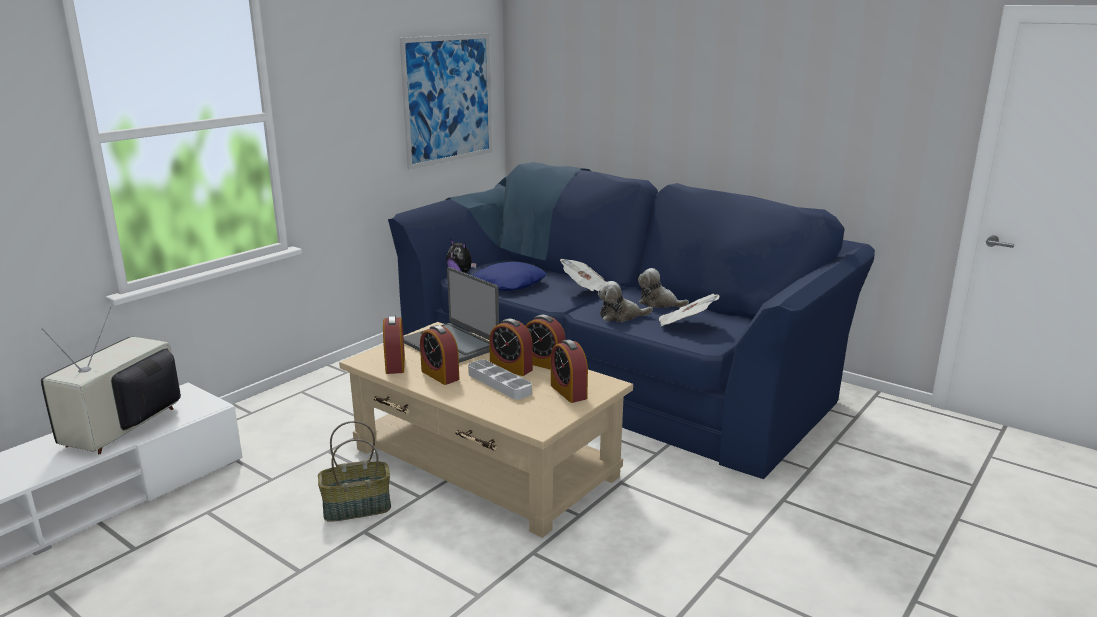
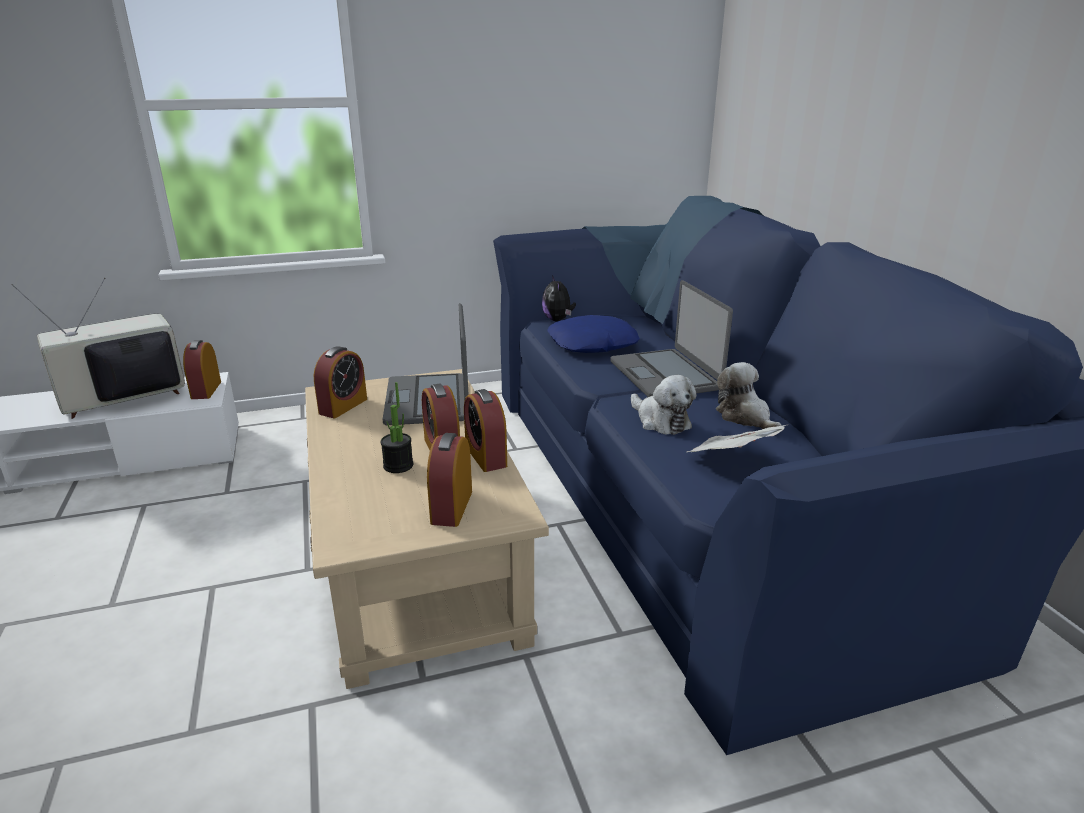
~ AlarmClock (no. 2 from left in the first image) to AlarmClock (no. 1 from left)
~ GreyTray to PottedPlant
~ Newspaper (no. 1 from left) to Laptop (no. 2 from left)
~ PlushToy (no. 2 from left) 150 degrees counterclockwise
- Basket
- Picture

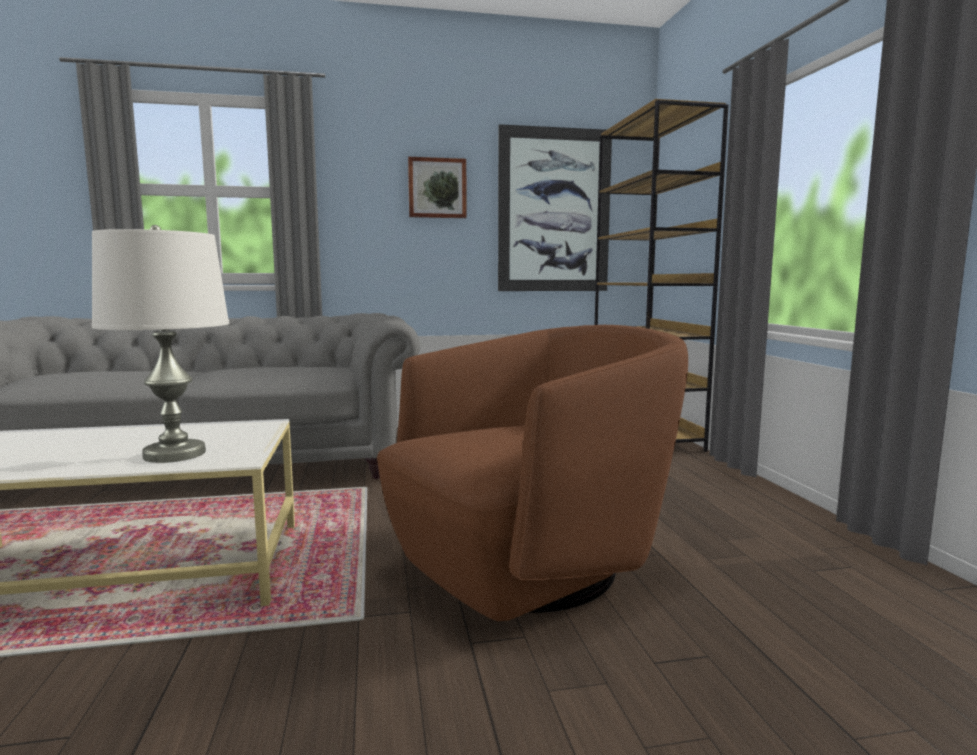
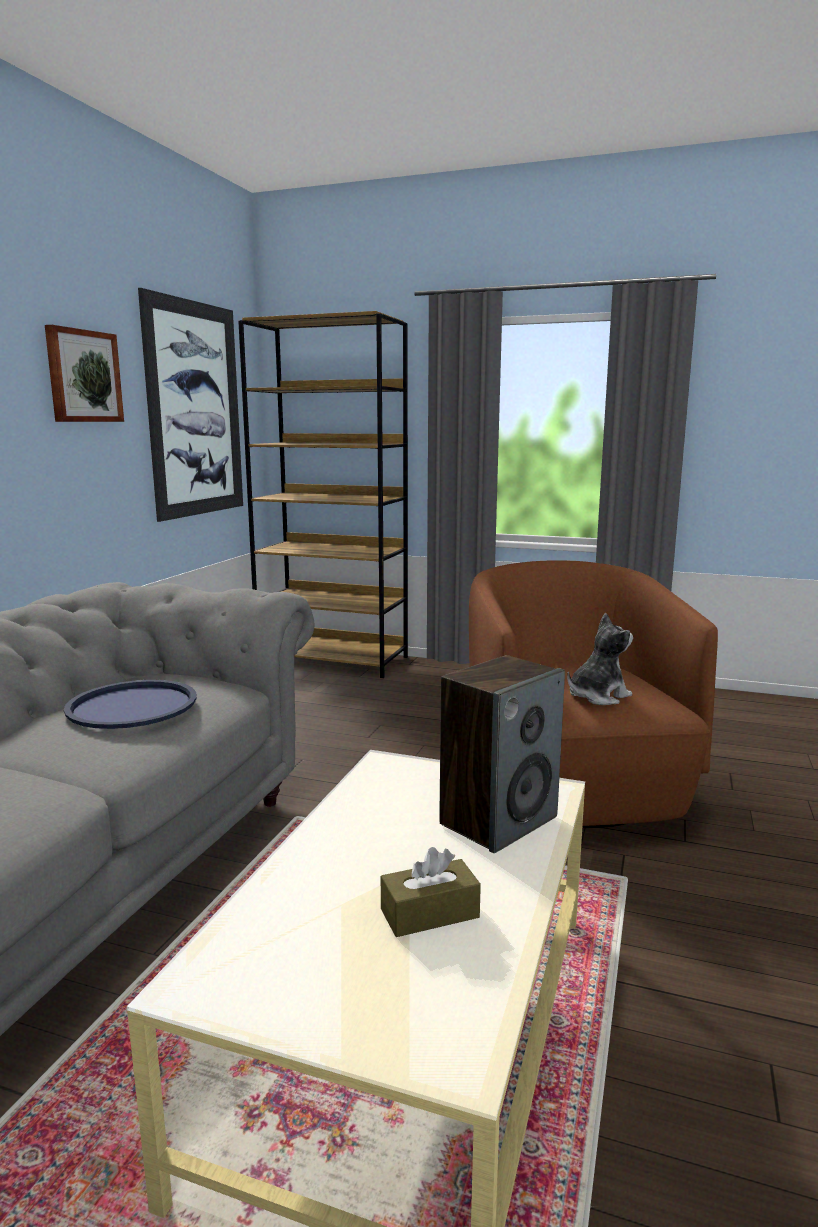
+ BlueTray
+ BrownTissueBox
~ WhiteTableLamp to Speaker
+ PlushToy

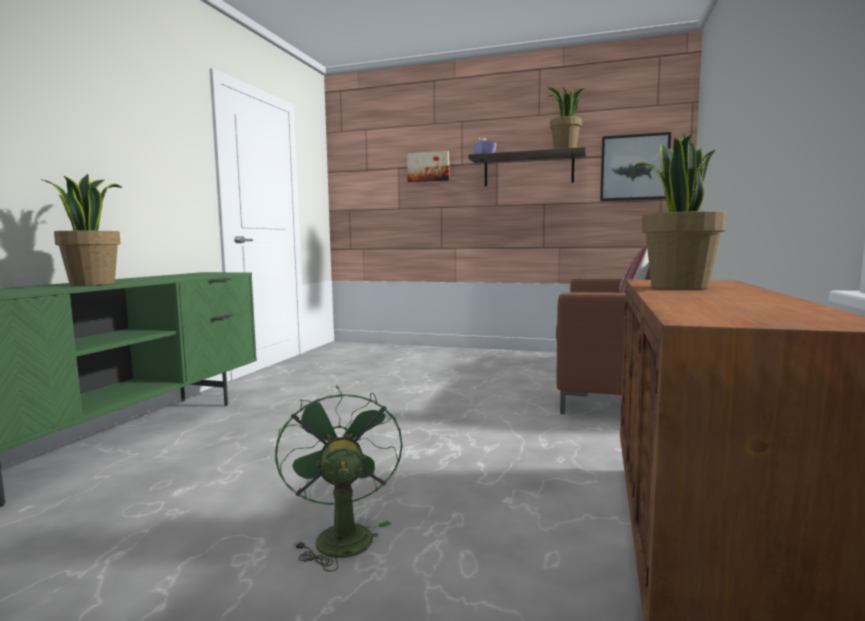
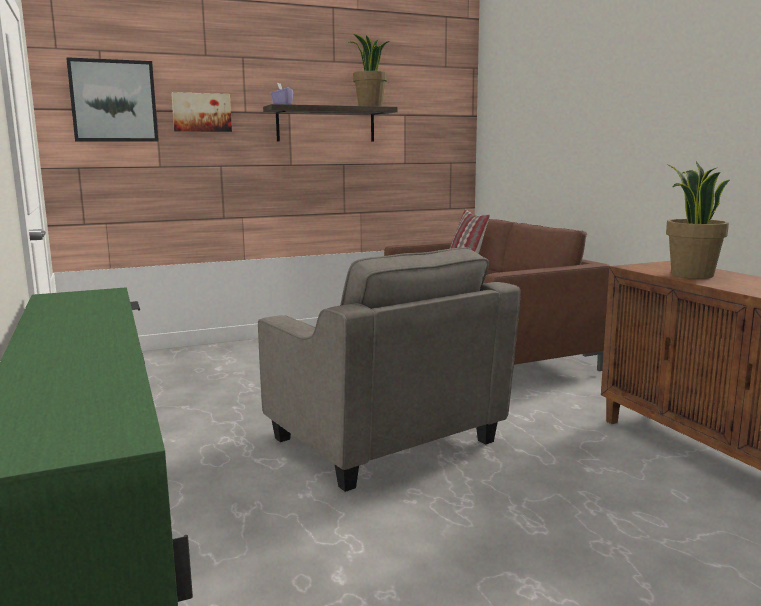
~ Picture (no. 2 from left in the first image) to Picture (no. 1 from left)
+ GreyArmchair
- PottedPlant (no. 1 from left)
- GreenFan

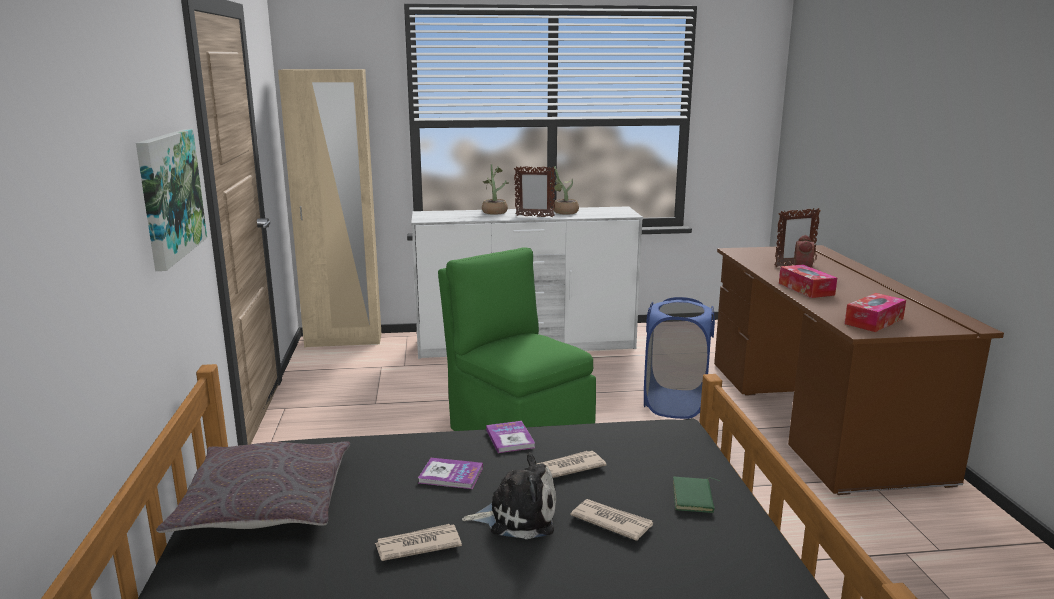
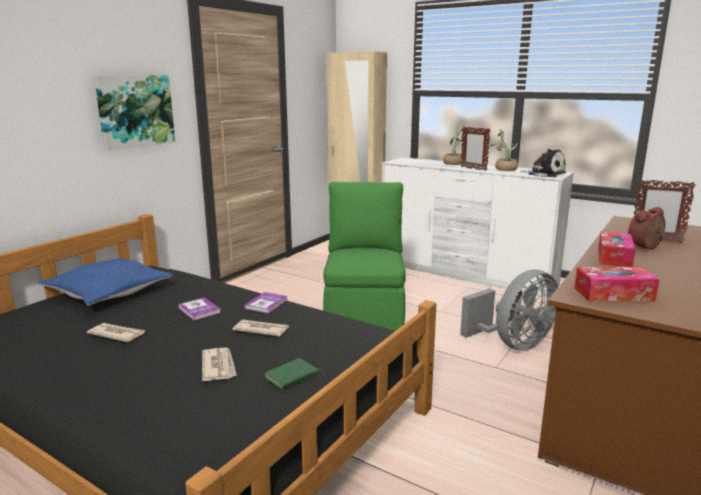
~ GreyPillow to BluePillow
~ BlueLaundryBasket to GreyFan
~ PlushToy

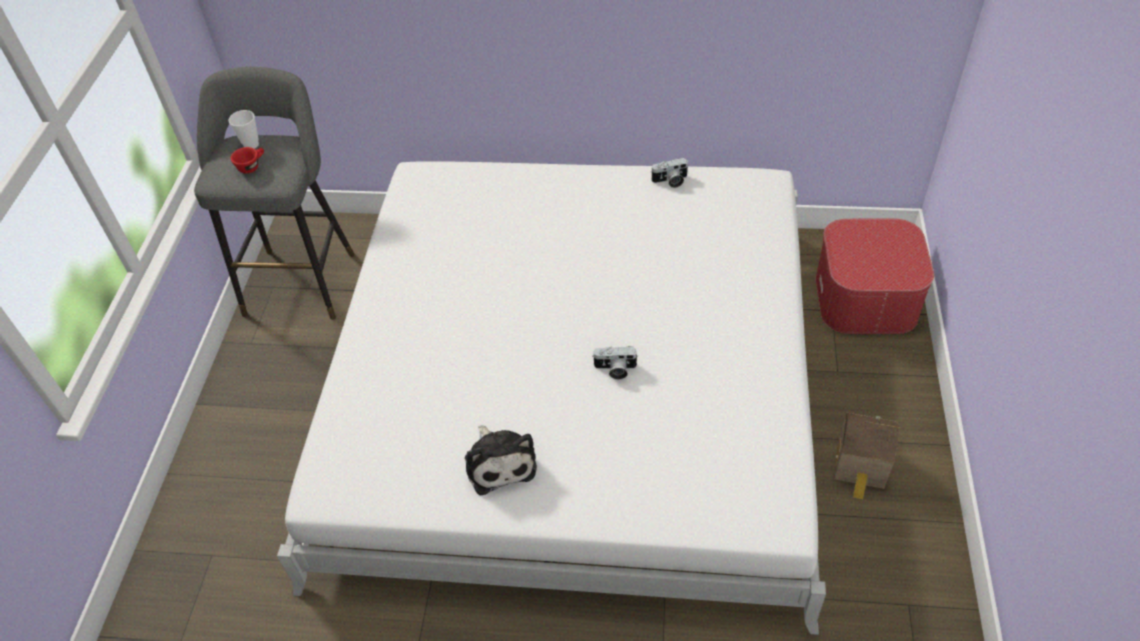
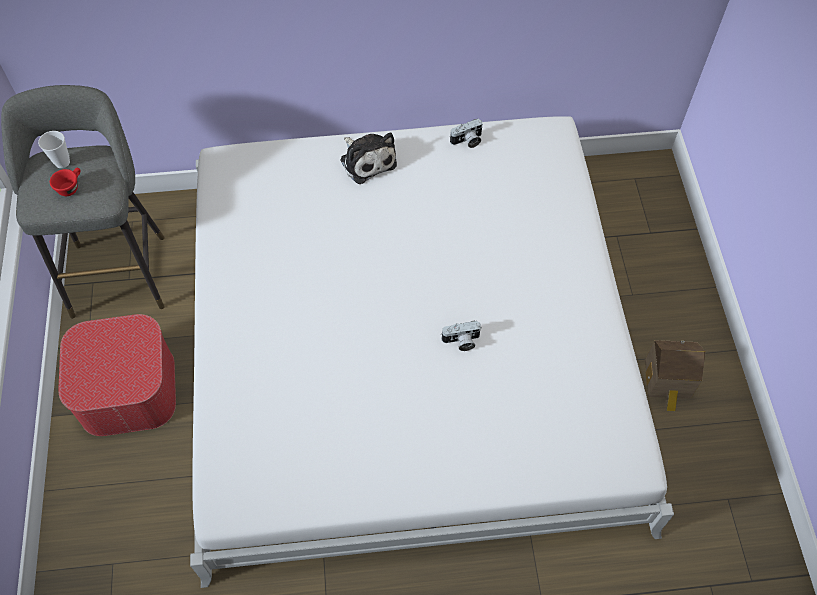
~ Ottoman
~ PlushToy

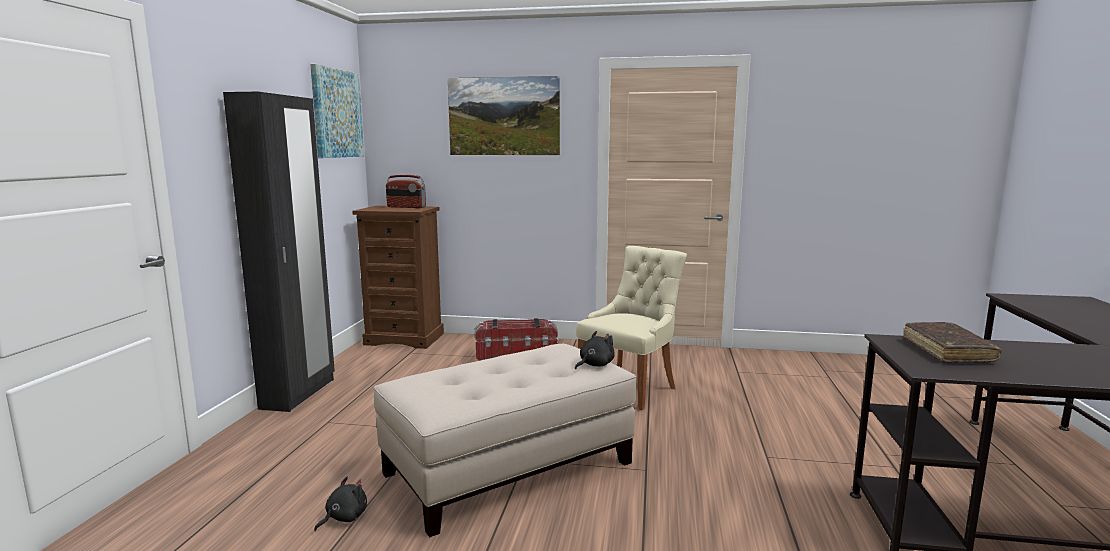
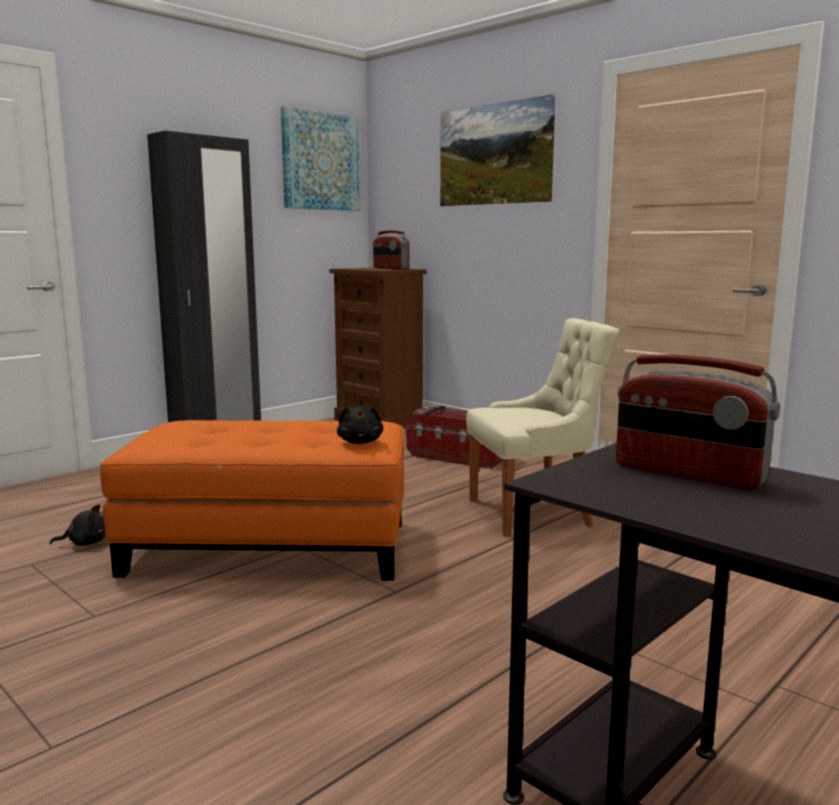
~ BeigeOttoman to OrangeOttoman
~ BlackPlushToy (no. 2 from left) 90 degrees clockwise
~ BrownBook to Radio (no. 2 from left)

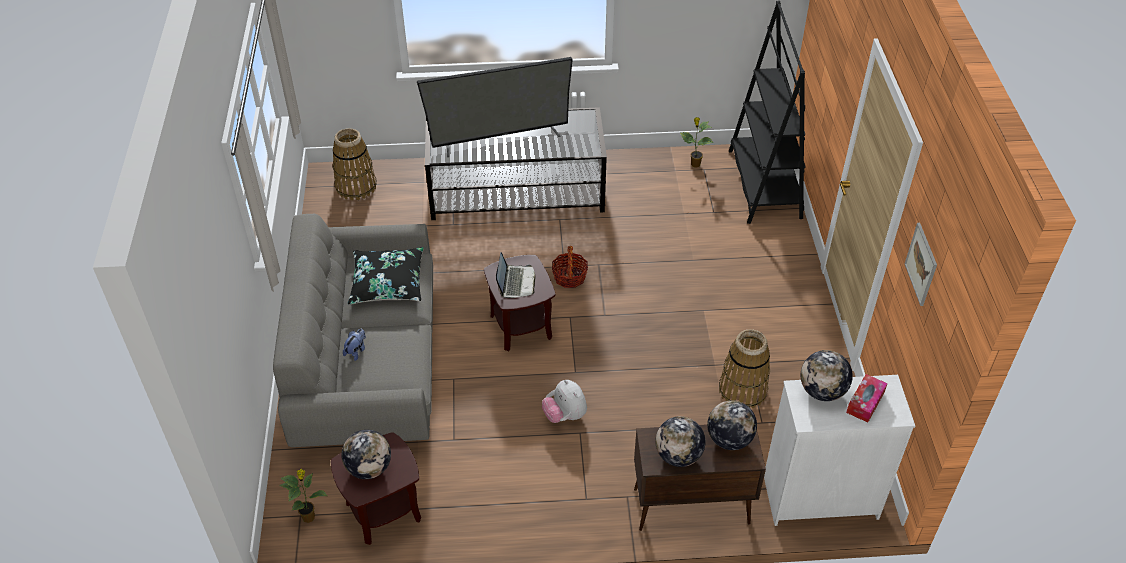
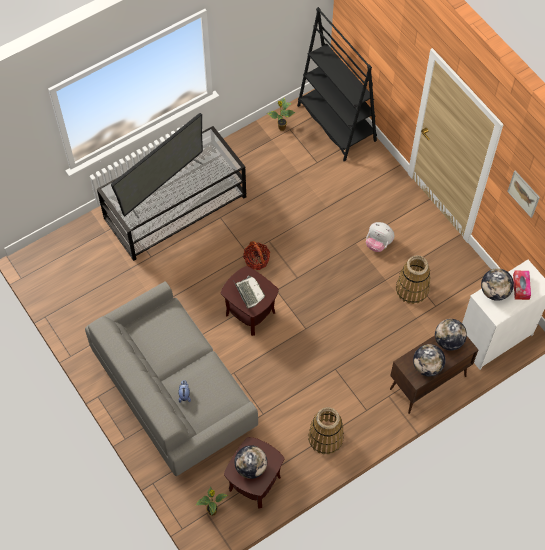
~ Basket (no. 1 from left in the first image) to Basket (no. 2 from left)
~ PlushToy (no. 2 from left)
- BlackPillow

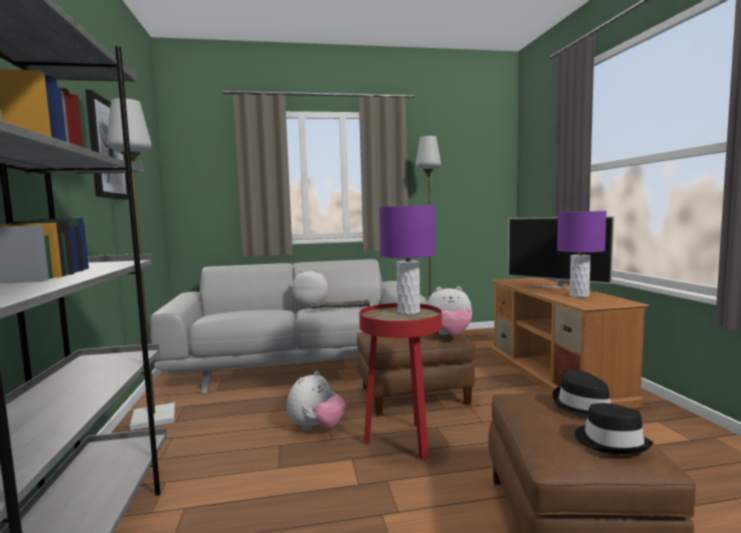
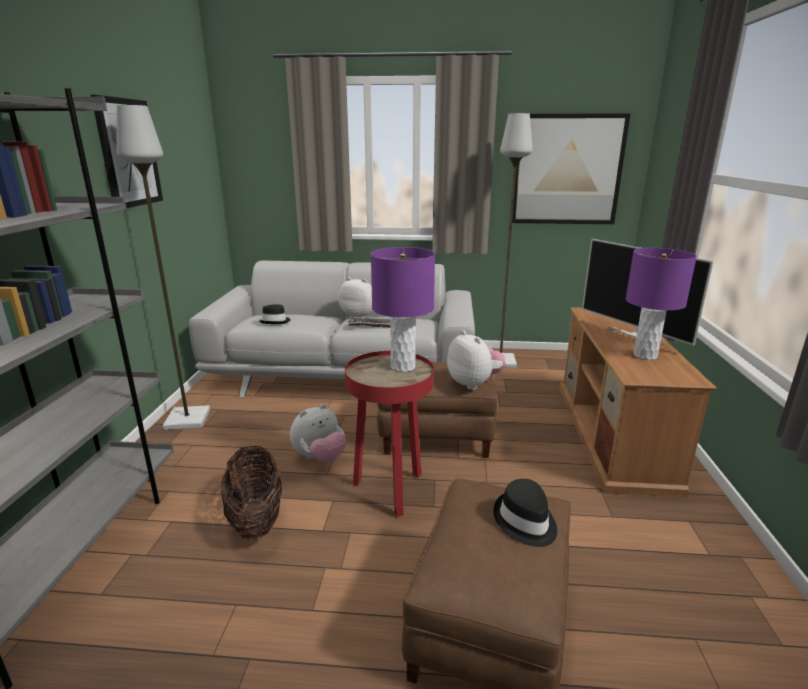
+ Basket
~ BlackHat (no. 2 from left in the first image) to BlackHat (no. 1 from left)
~ PlushToy (no. 3 from left) 135 degrees counterclockwise
+ Picture (no. 2 from left)

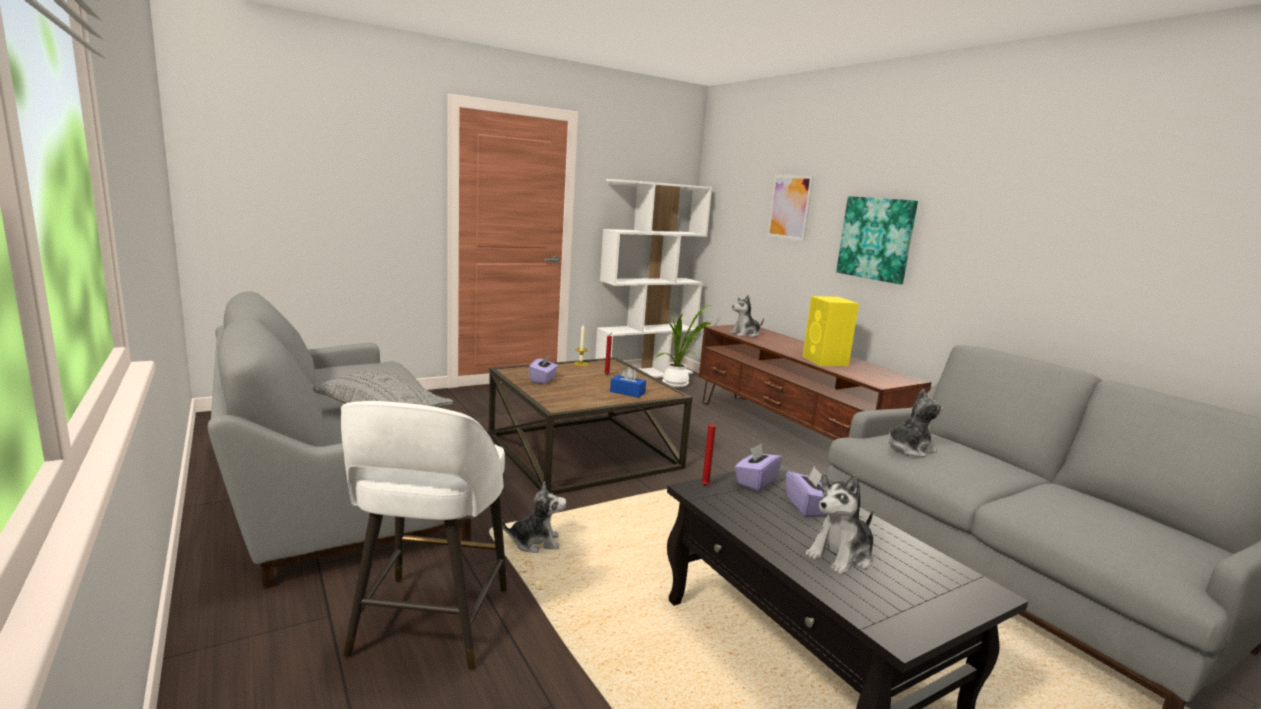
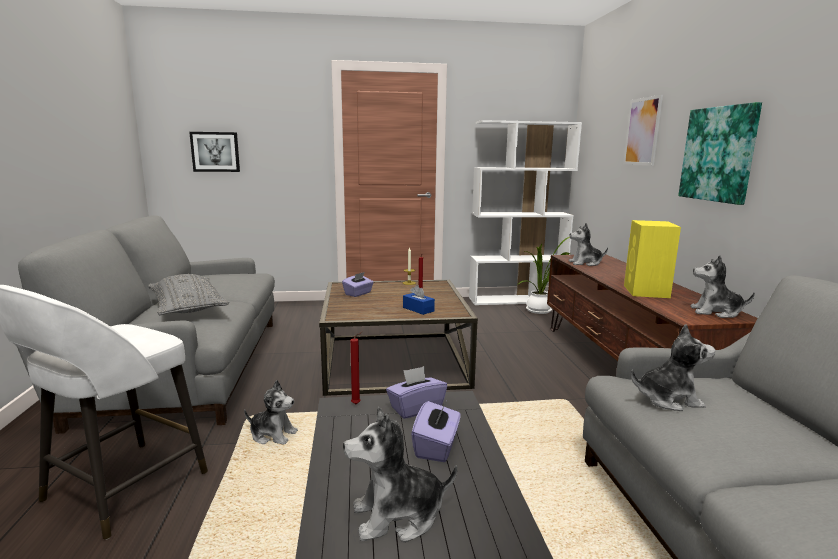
+ Picture (no. 1 from left)
+ PlushToy (no. 5 from left)

